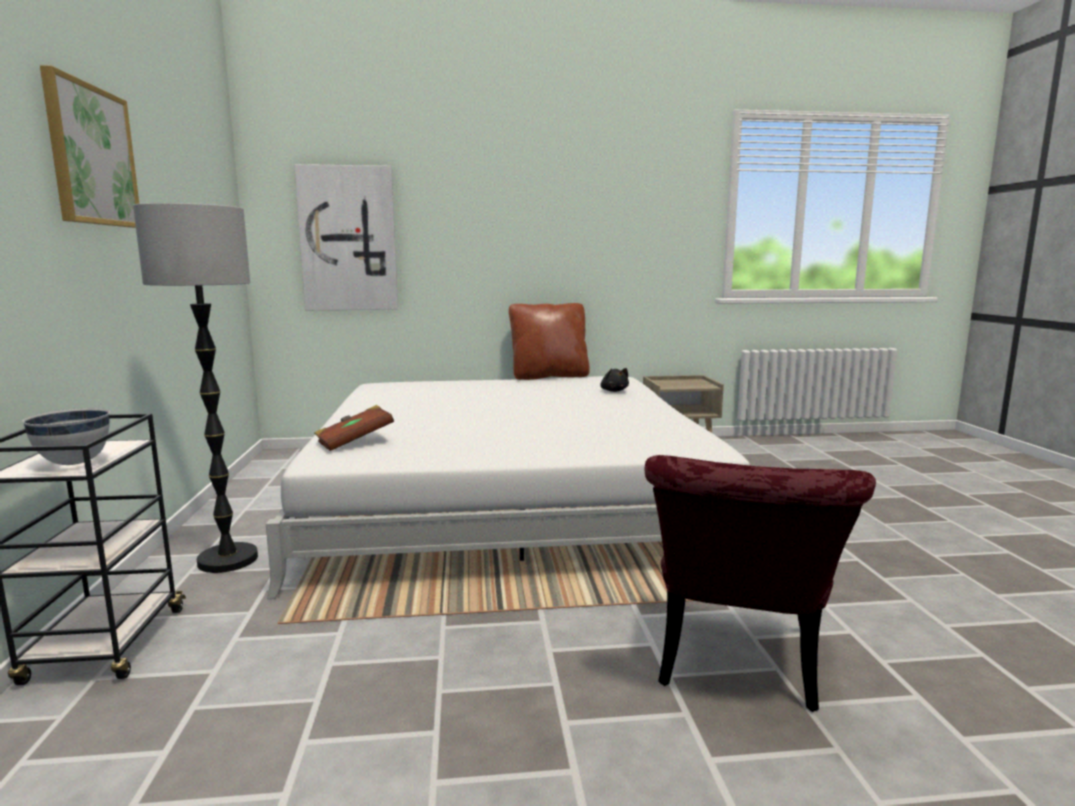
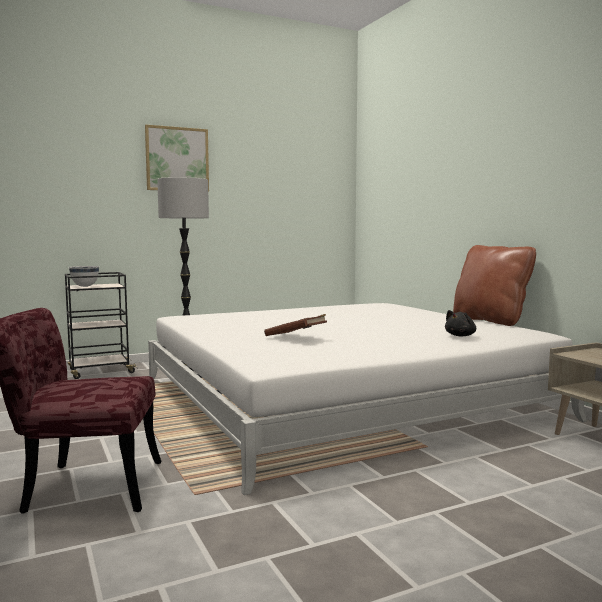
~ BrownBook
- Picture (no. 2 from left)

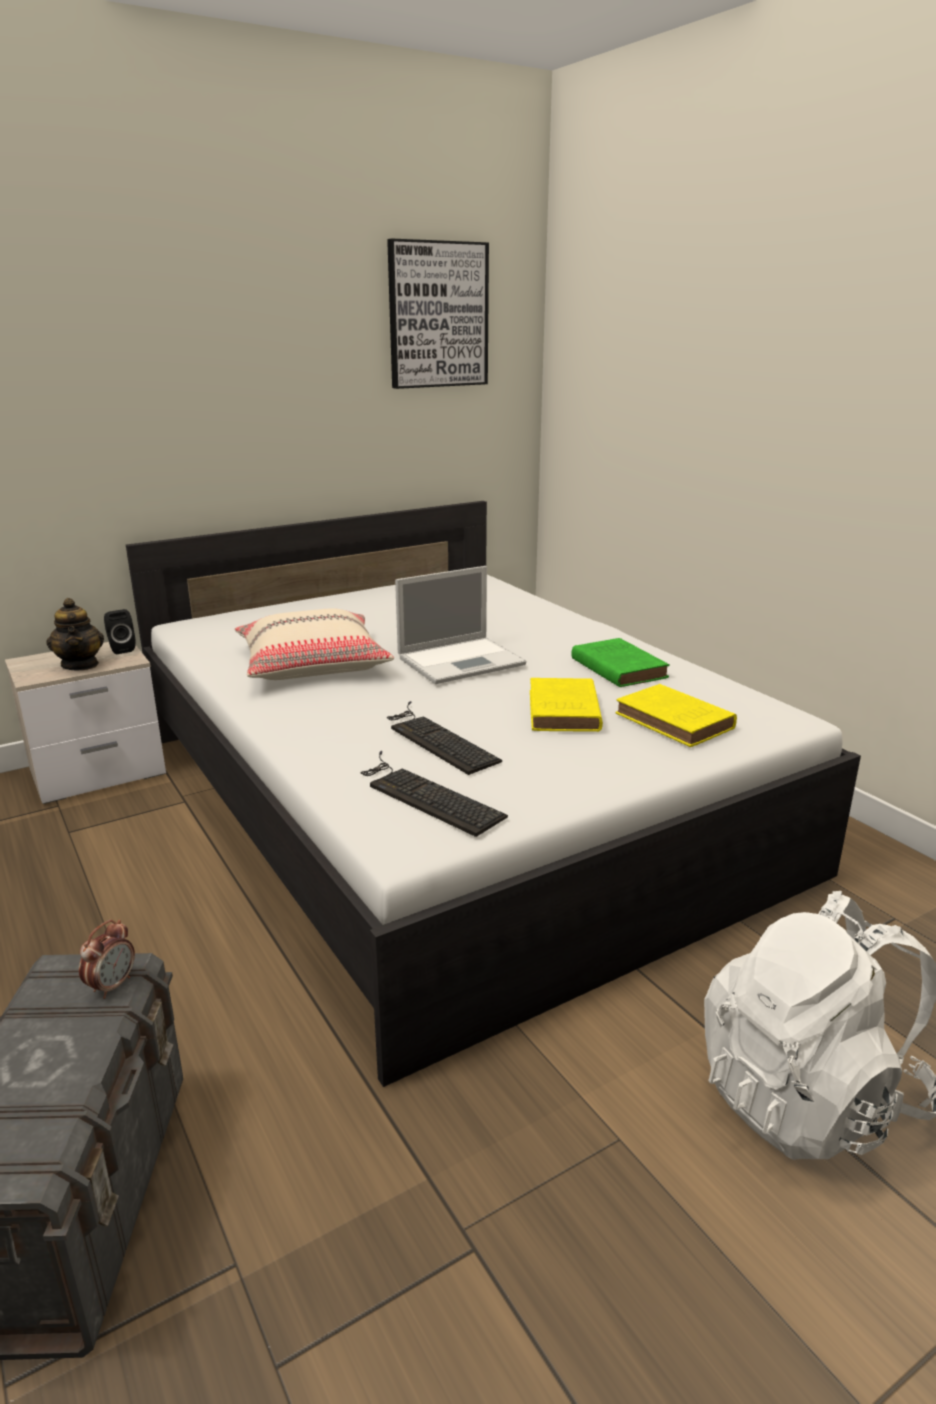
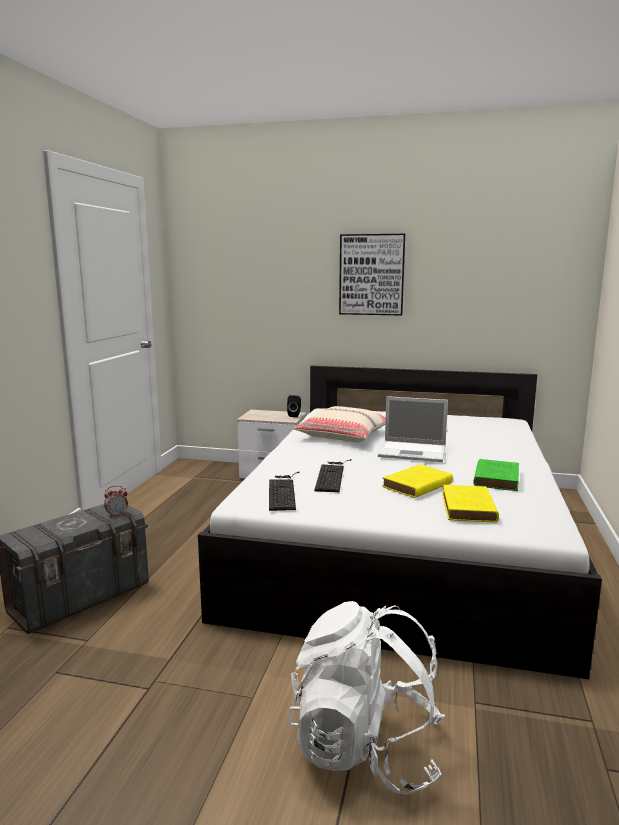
~ Picture
- Teapot

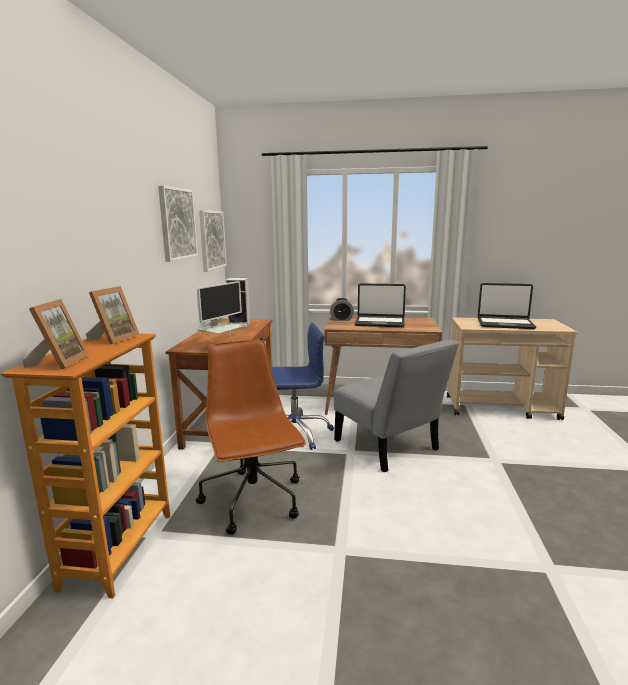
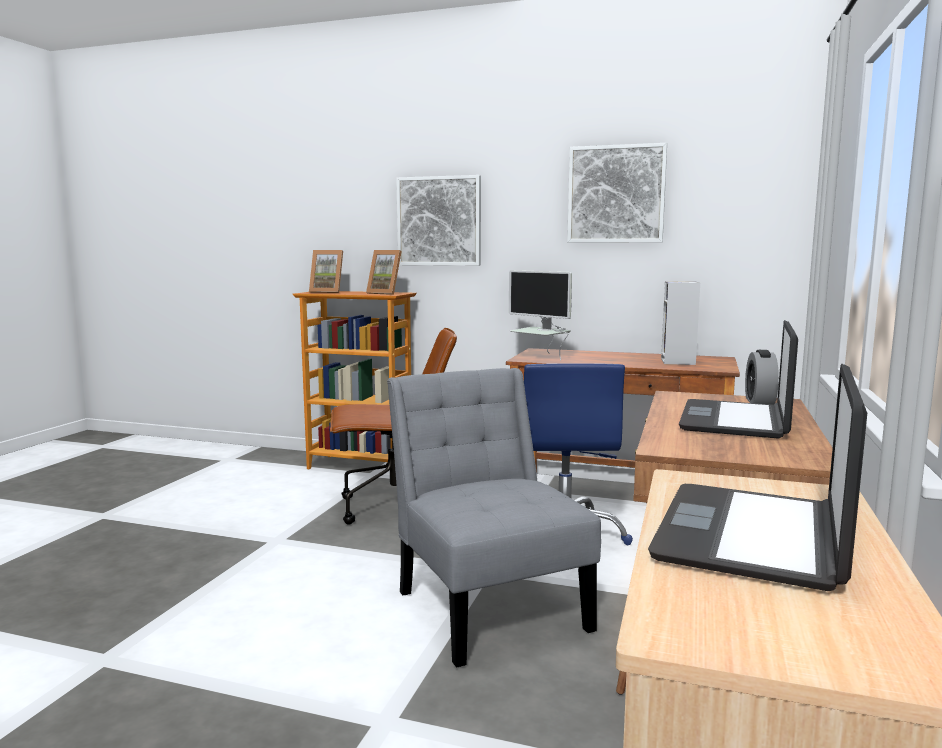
~ GreyChair 90 degrees clockwise
~ Picture (no. 2 from left in the first image) to Picture (no. 1 from left)

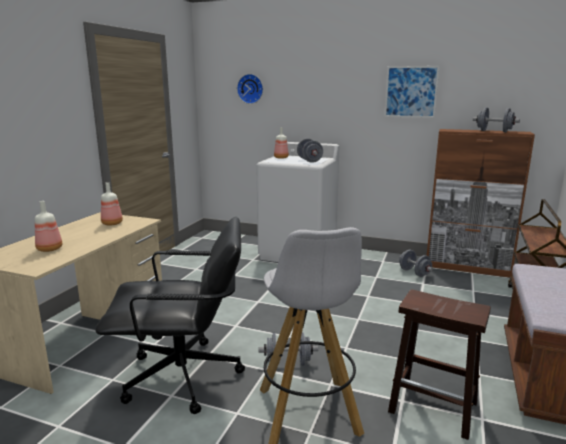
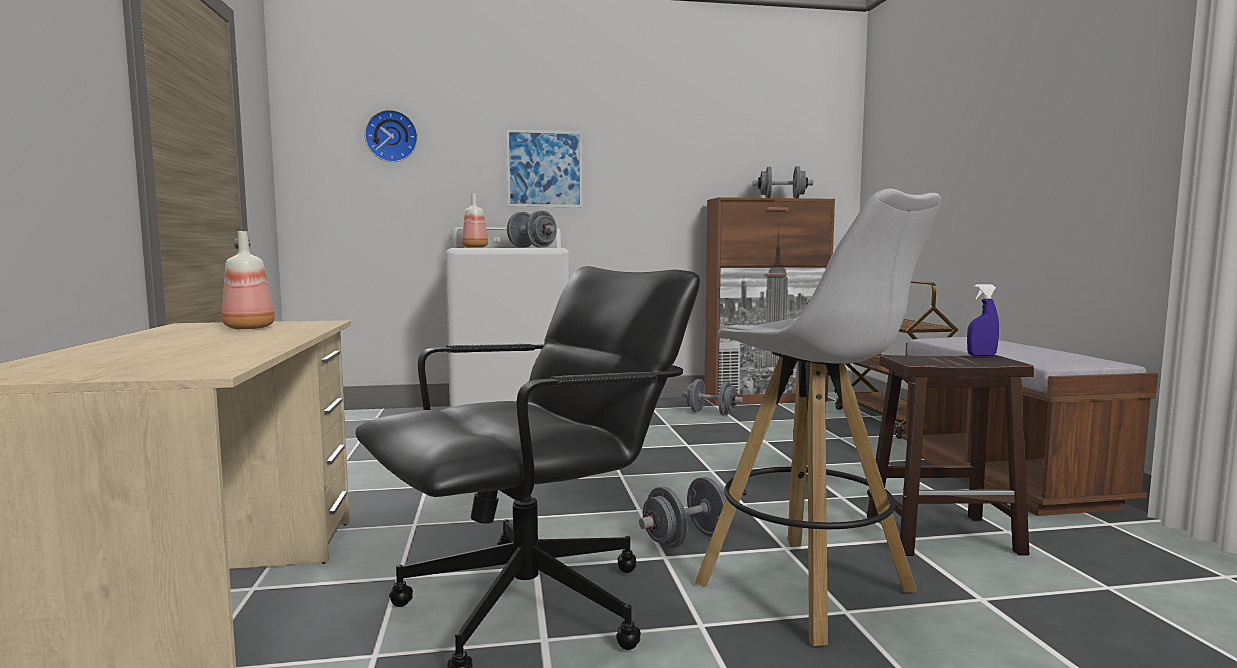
~ Picture
+ BlueSprayBottle
- Bottle (no. 1 from left)

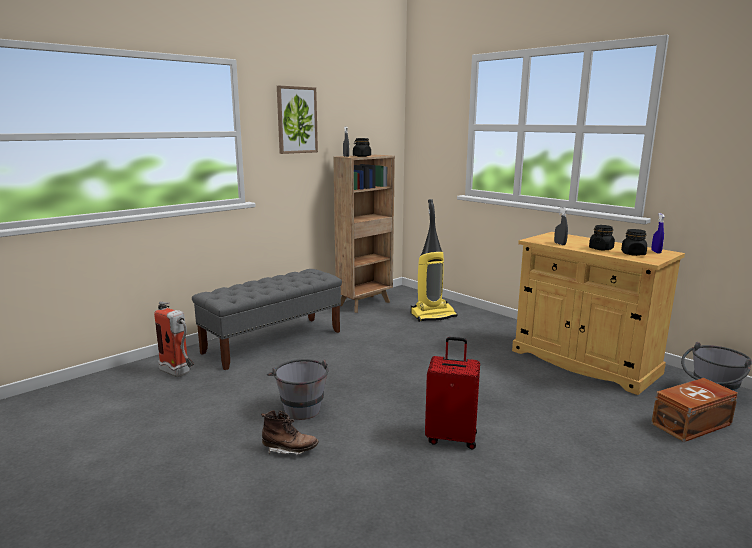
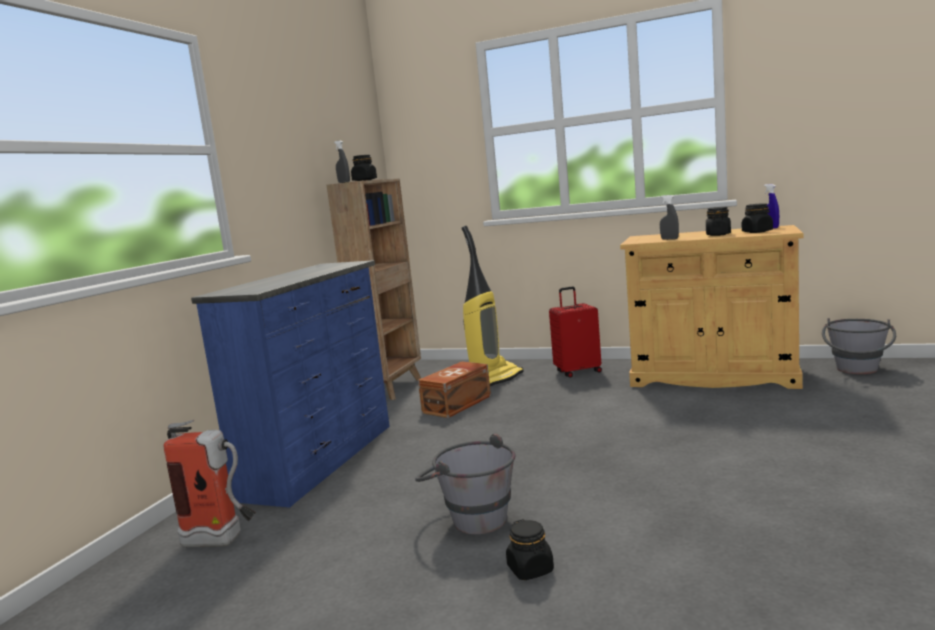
~ GreyBench to BlueDresser
~ BrownStorageBox
~ BrownBoot to BlackJar (no. 2 from left)
~ RedSuitcase
- Picture

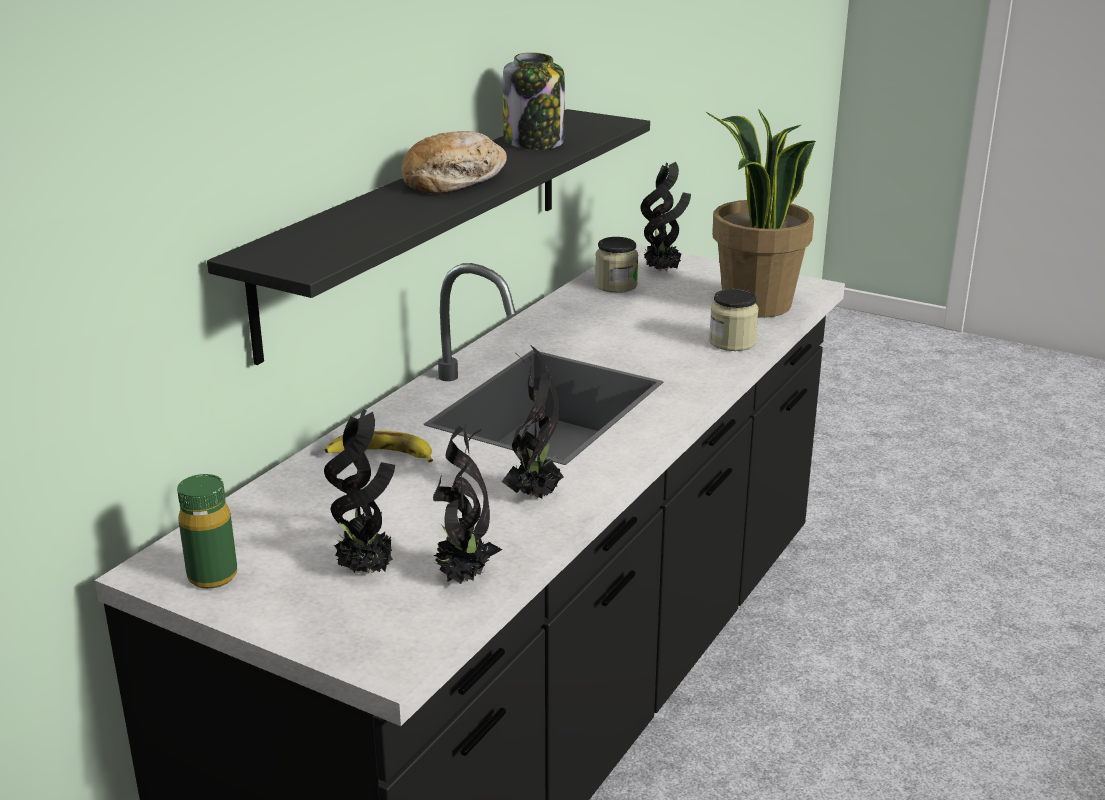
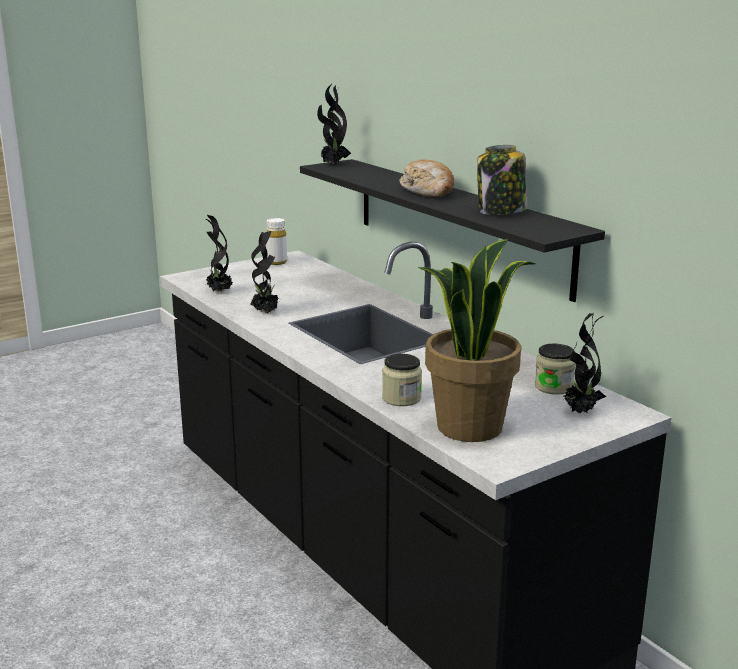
~ GreenBottle to WhiteBottle
~ PottedPlant (no. 1 from left in the first image) to PottedPlant (no. 3 from left)
- Banana

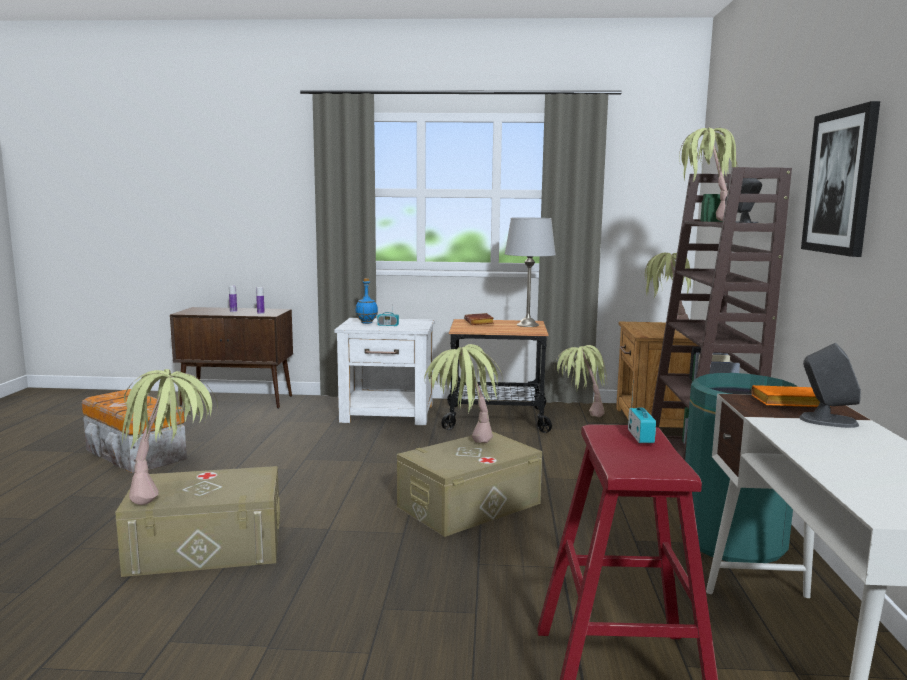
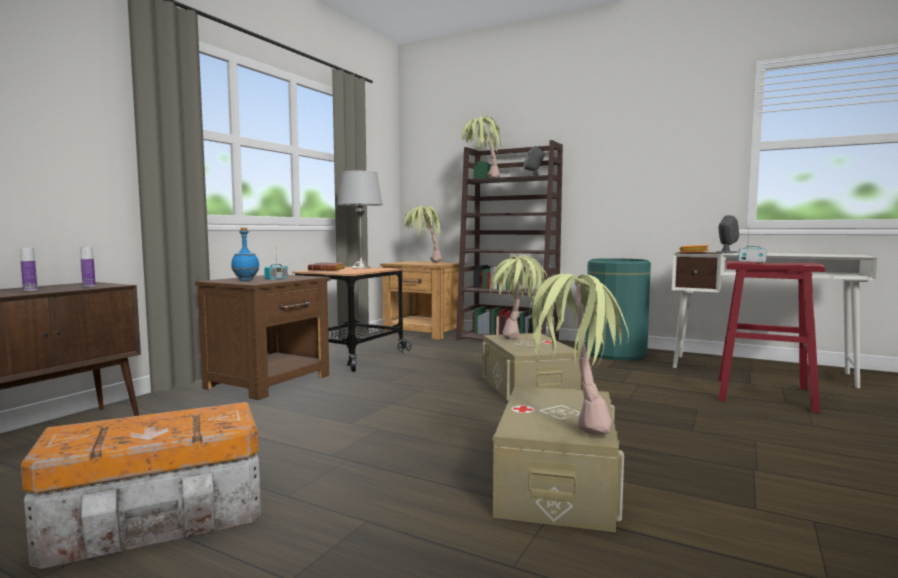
~ WhiteNightstand to BrownNightstand (no. 1 from left)
- PottedPlant (no. 3 from left)
- Picture

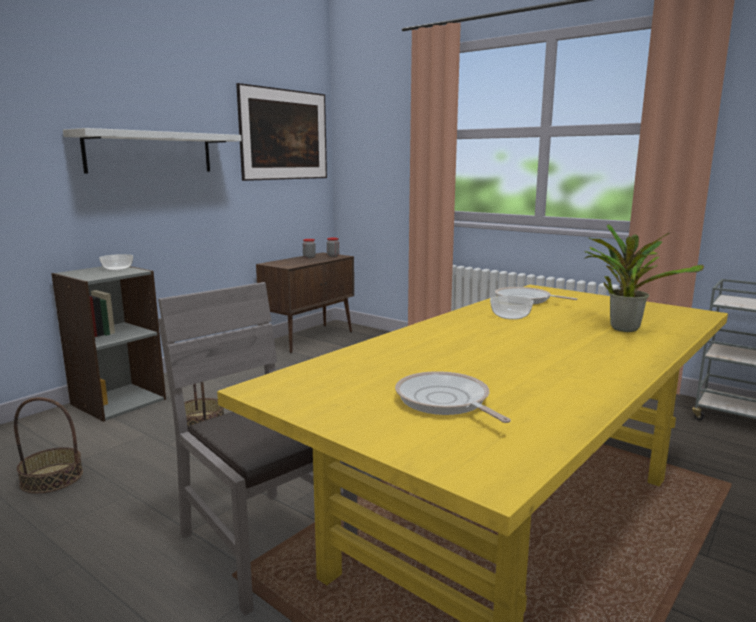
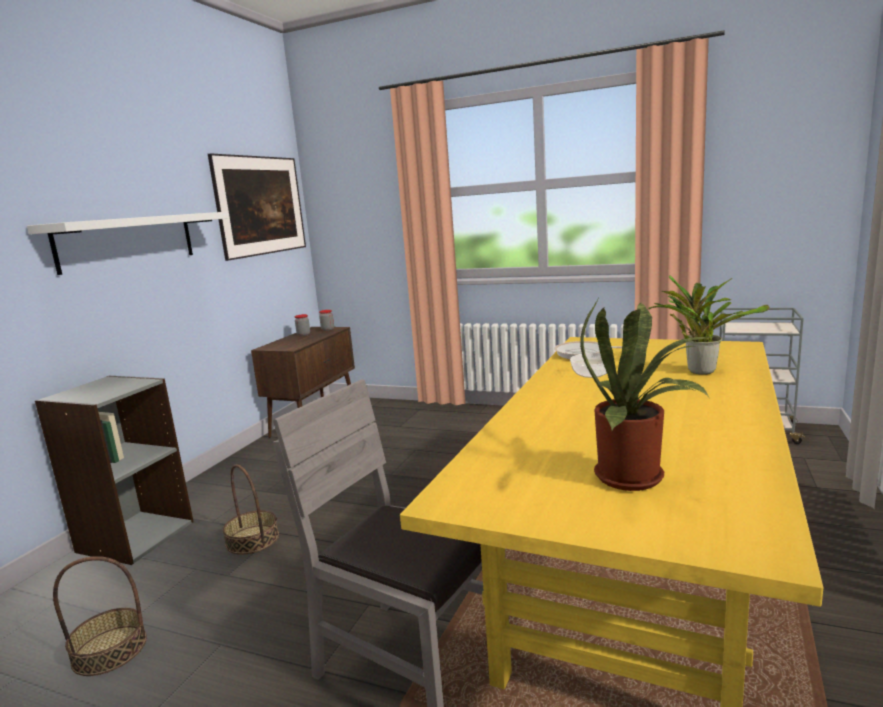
~ FryingPan (no. 1 from left) to PottedPlant (no. 1 from left)
- Bowl (no. 1 from left)

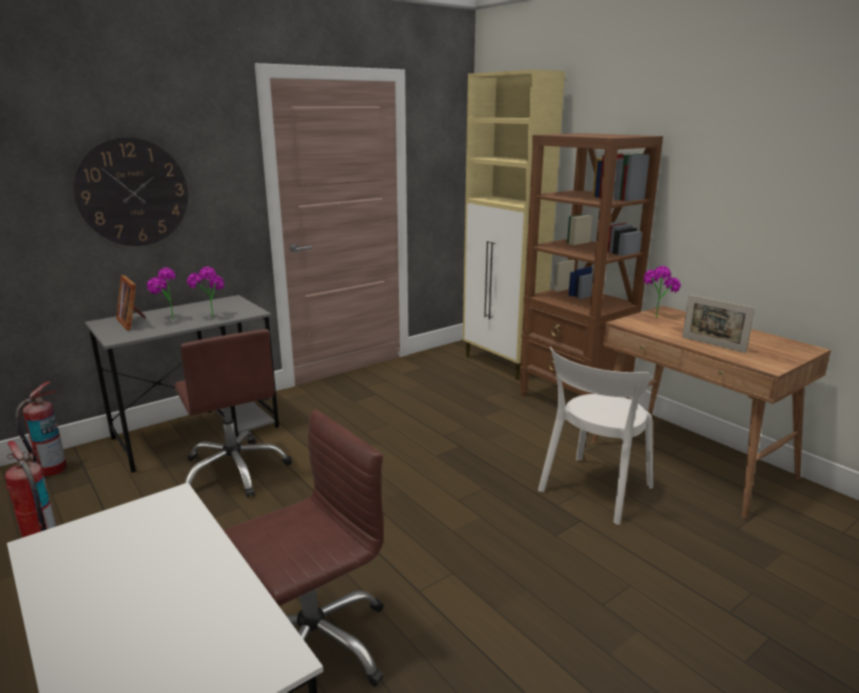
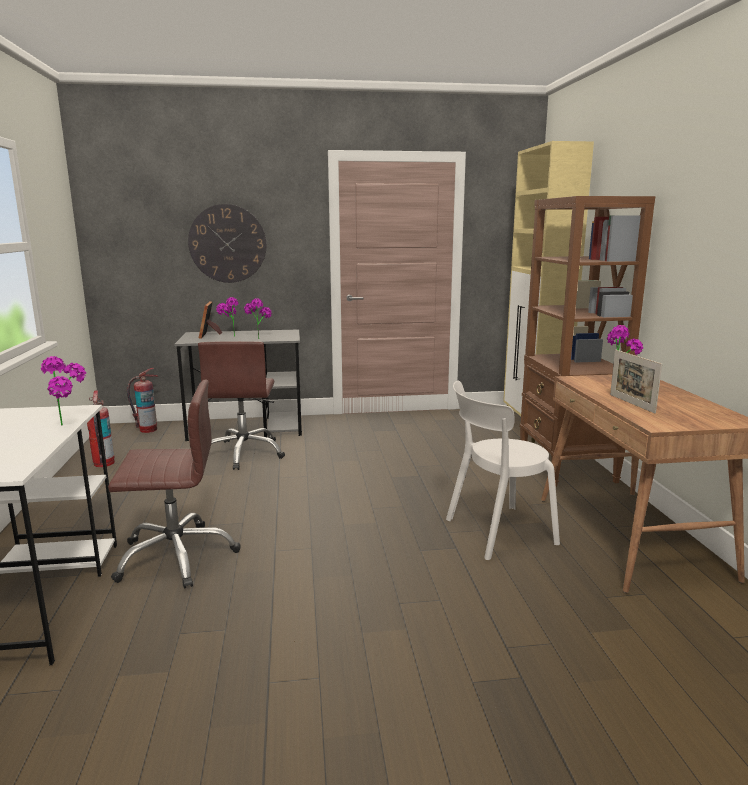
+ PottedPlant (no. 1 from left)

